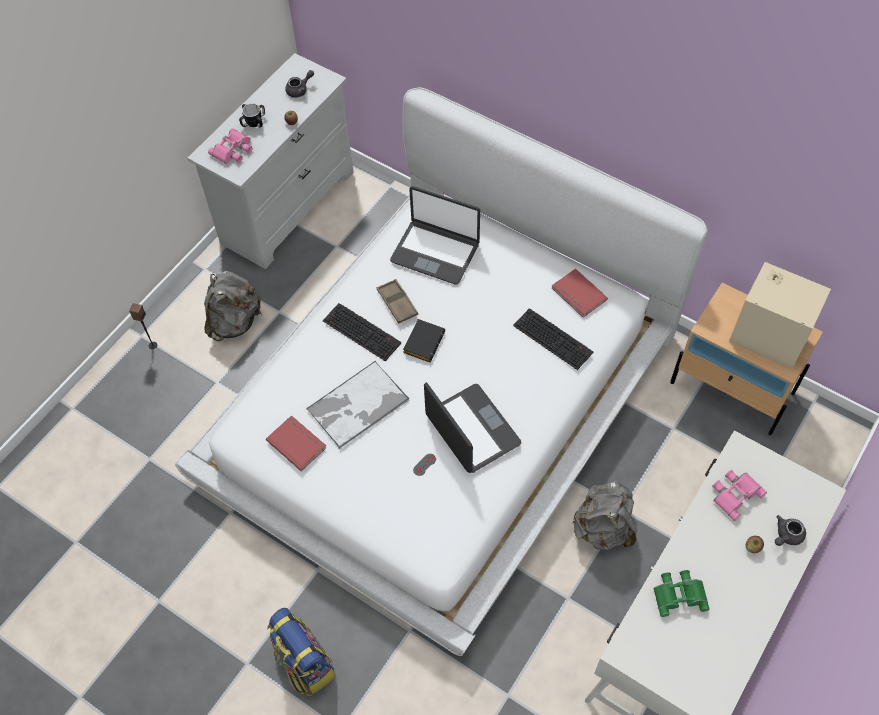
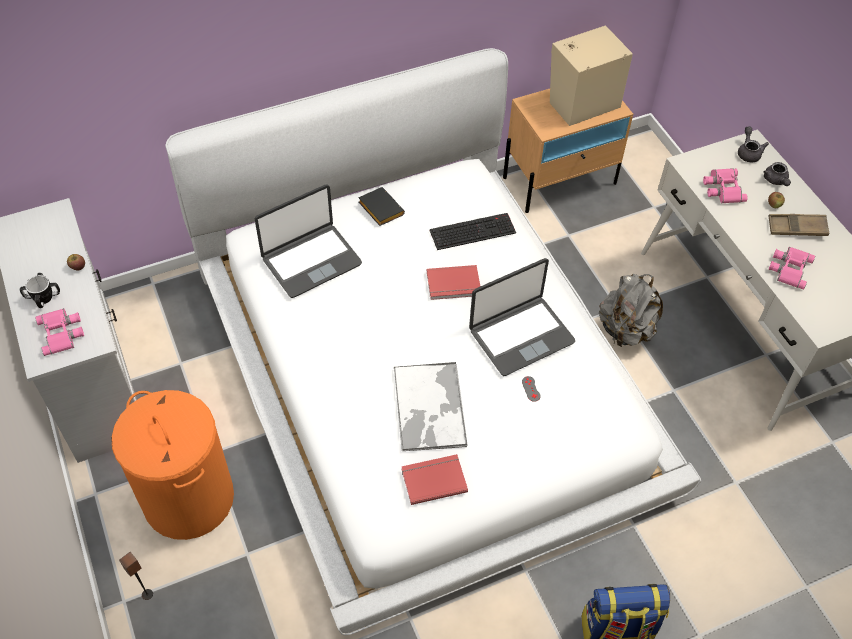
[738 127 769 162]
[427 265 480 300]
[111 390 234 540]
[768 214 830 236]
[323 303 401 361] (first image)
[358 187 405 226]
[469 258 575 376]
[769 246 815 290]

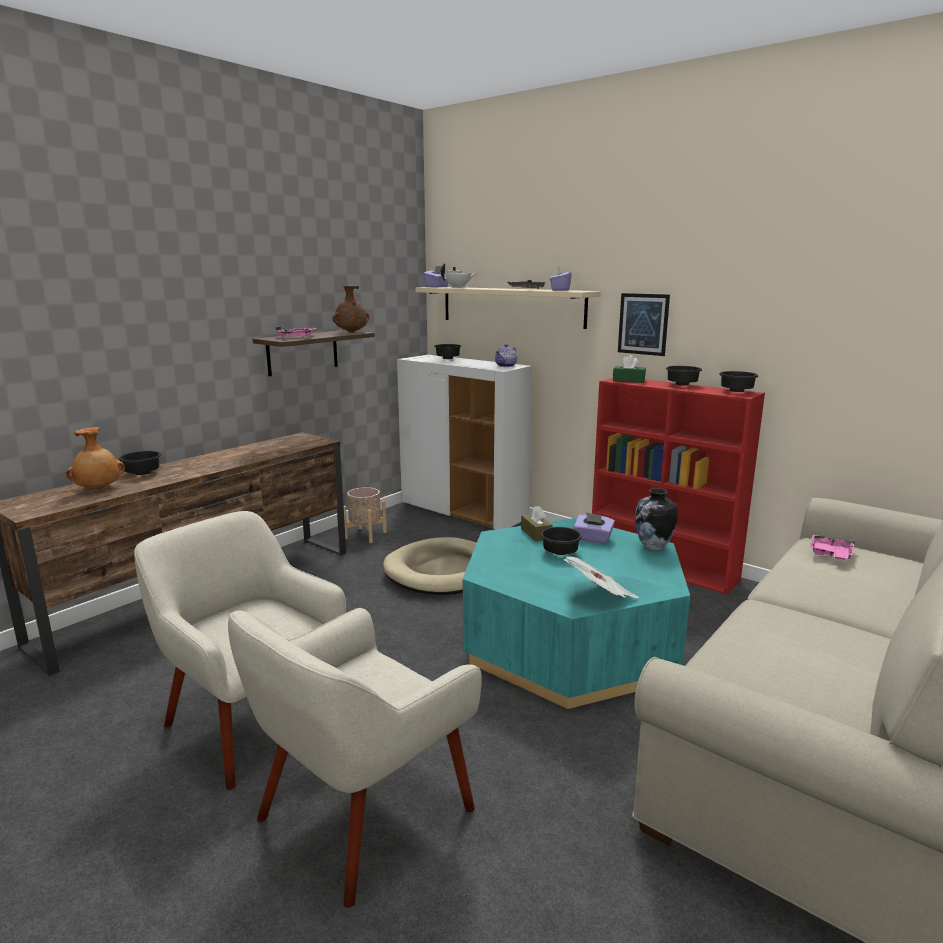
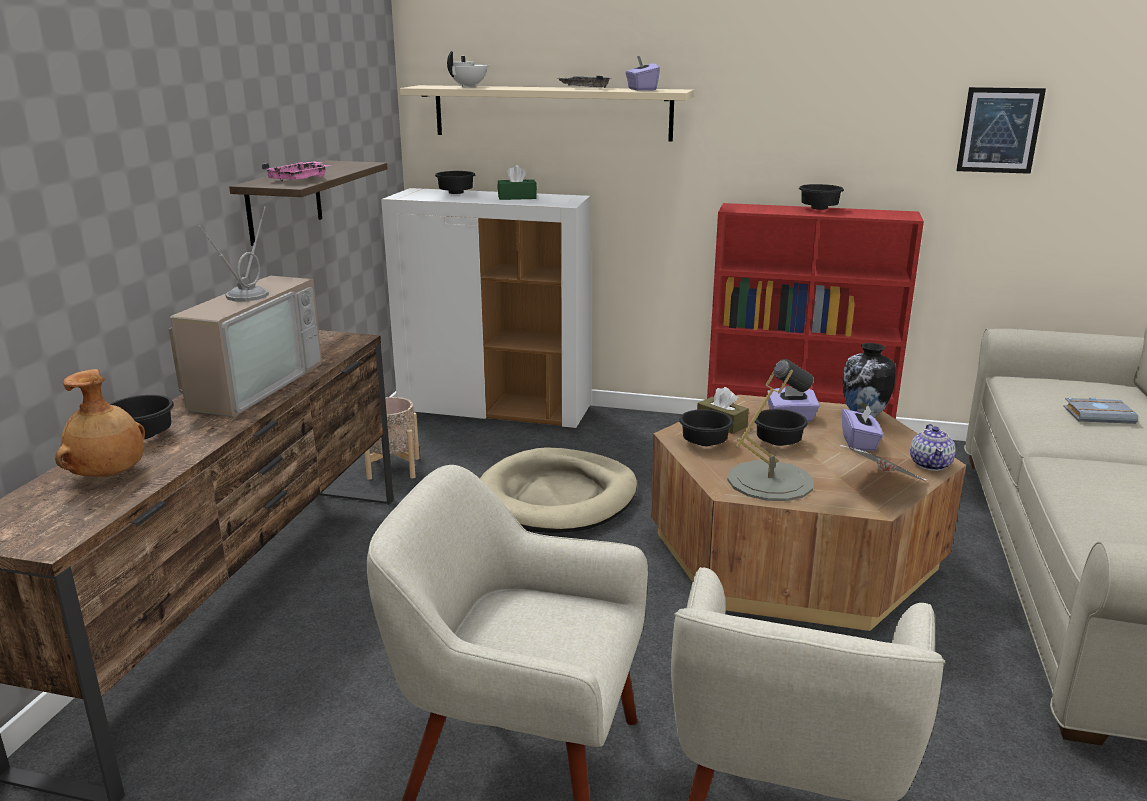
[842 405 883 451]
[333 285 369 333] (first image)
[956 87 1046 174]
[910 424 955 471]
[498 165 537 200]
[679 409 733 446]
[651 395 966 631]
[809 534 855 560] (first image)
[169 206 322 417]
[727 359 814 501]
[1063 398 1138 424]

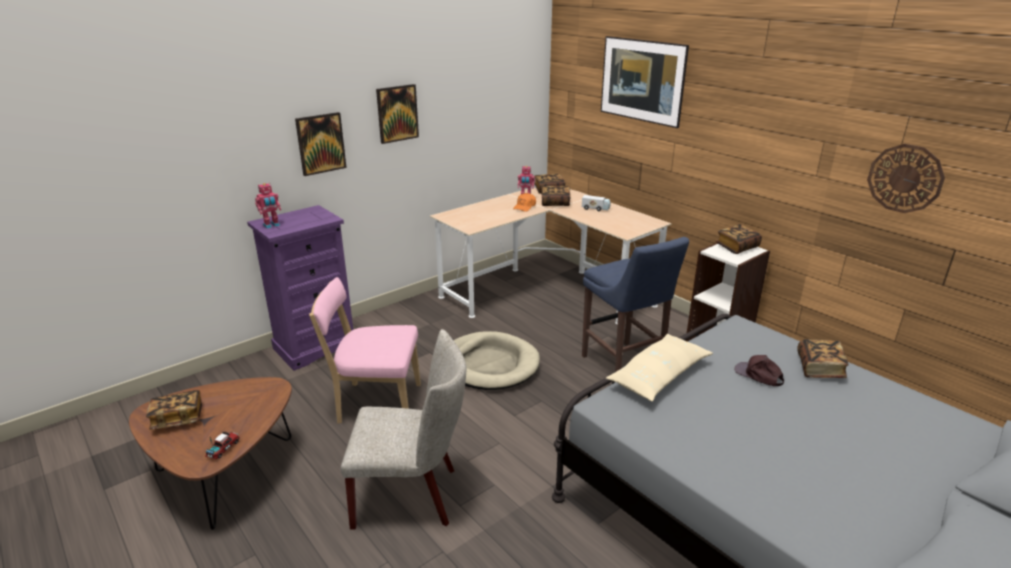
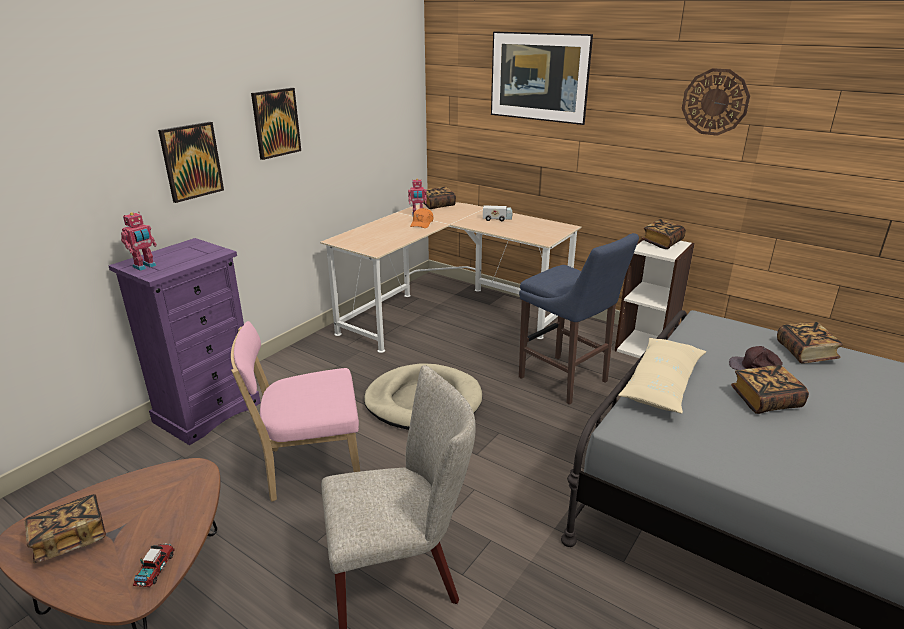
[682 68 750 136]
[731 365 809 414]

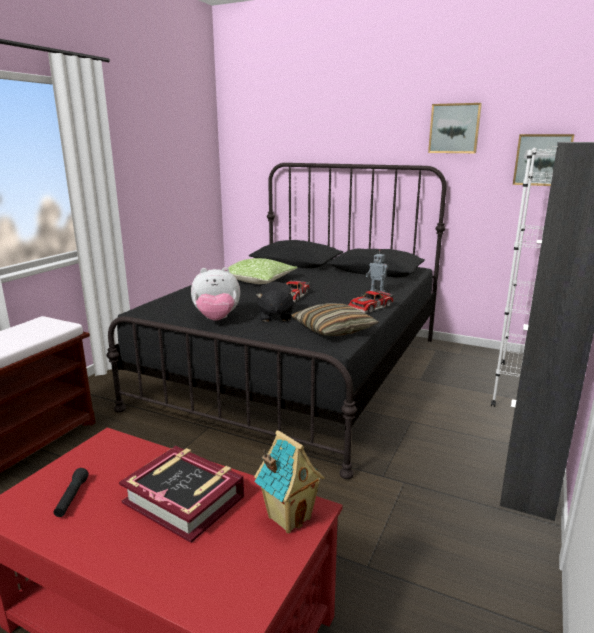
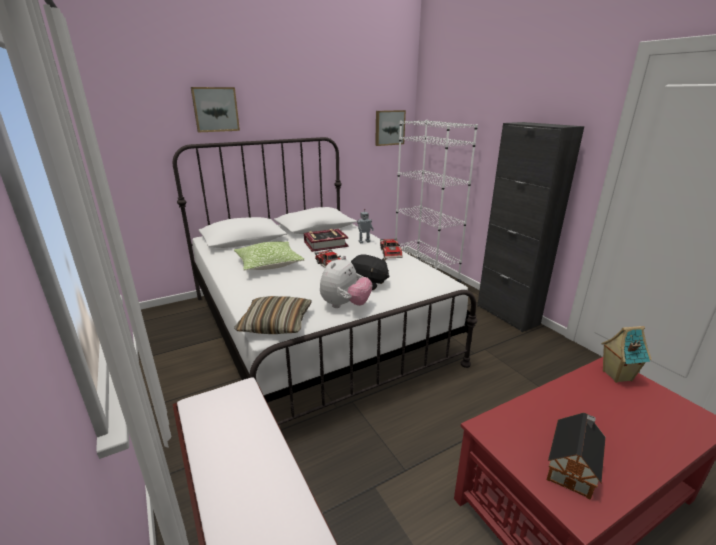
[191 87 240 133]
[173 137 477 425]
[234 296 312 334]
[304 229 348 252]
[547 412 606 500]

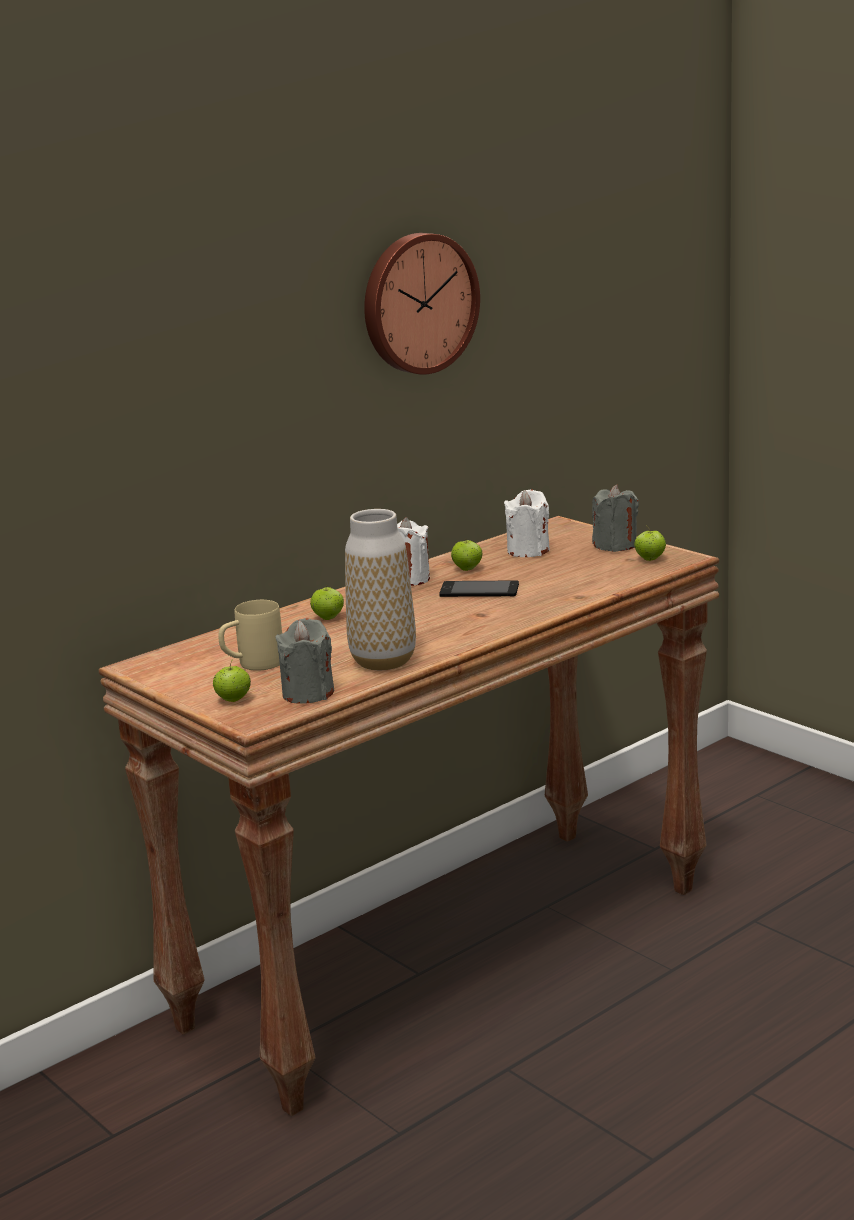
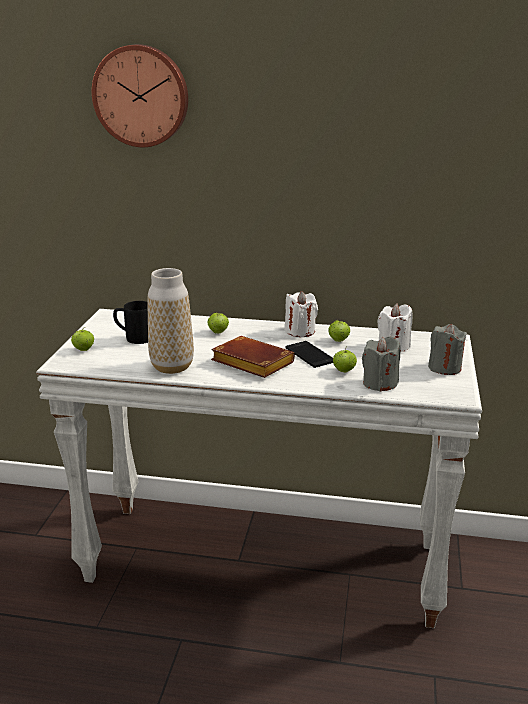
[92 44 188 147]
[36 309 482 628]
[333 348 357 372]
[113 301 148 344]
[362 337 401 392]
[211 336 295 378]

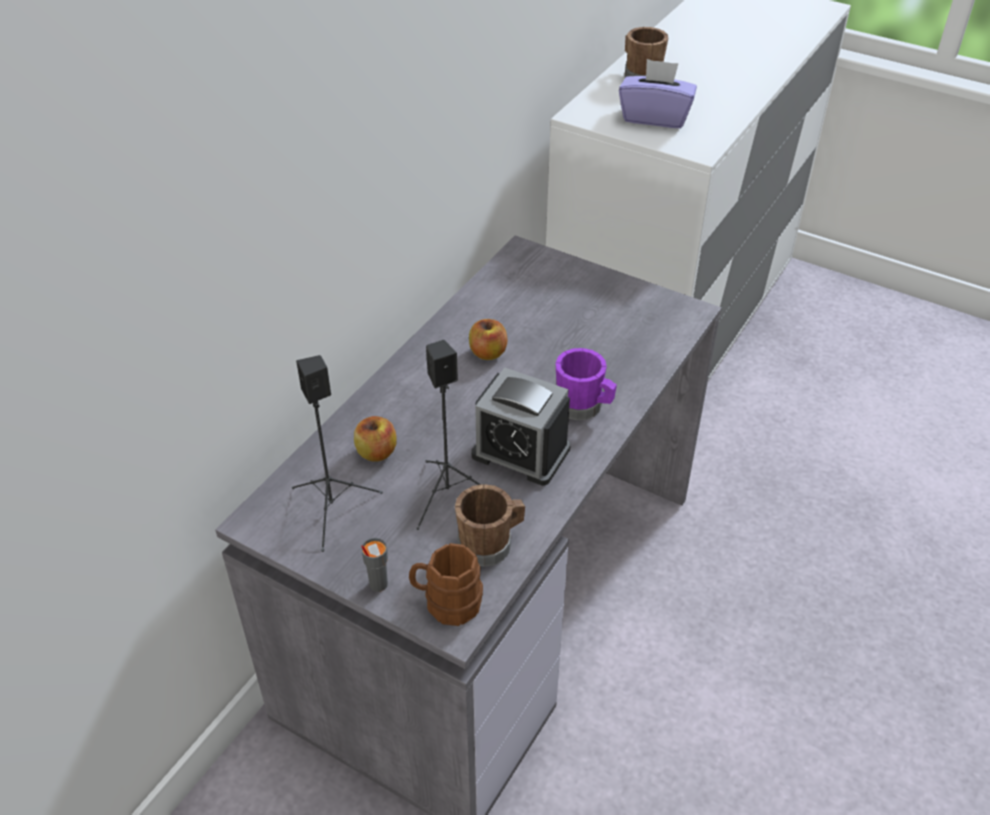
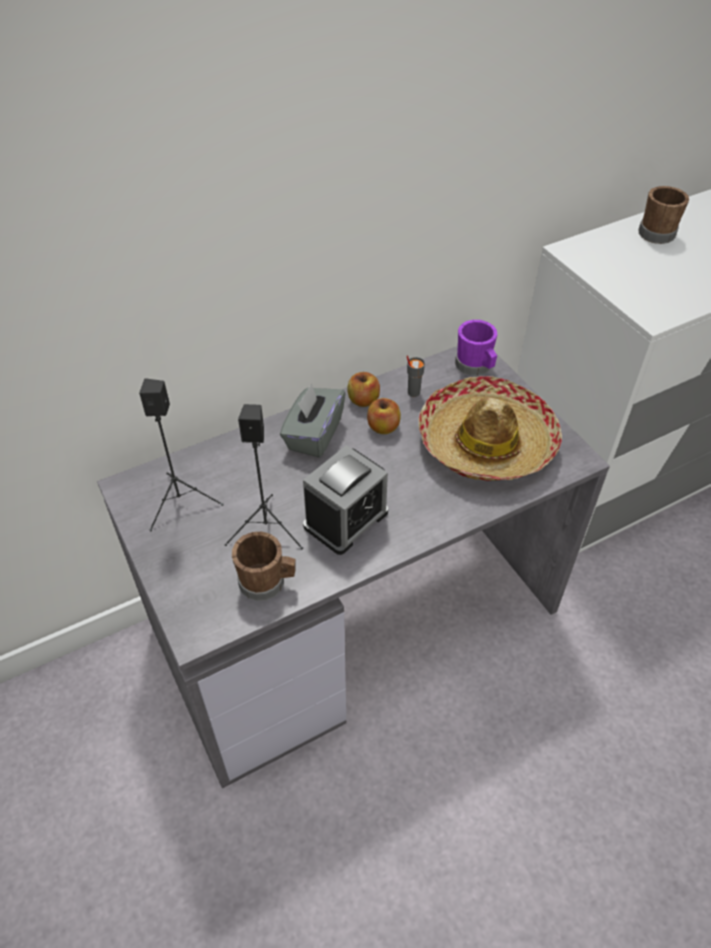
[619 59 697 128] (first image)
[455 320 497 376]
[303 445 388 555]
[347 372 380 407]
[407 355 425 397]
[409 543 483 626] (first image)
[418 376 562 481]
[280 383 346 458]

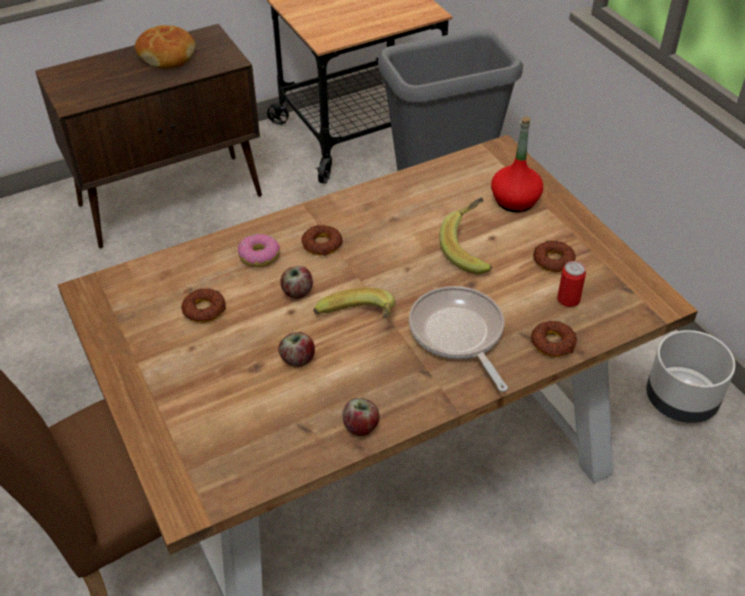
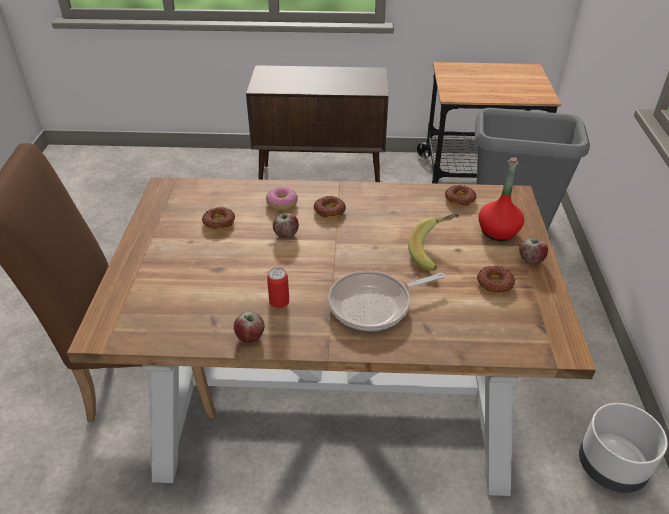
[135 25 196 69] (first image)
[267 267 289 308]
[328 271 445 331]
[314 287 395 319] (first image)
[445 185 477 206]
[519 238 548 264]

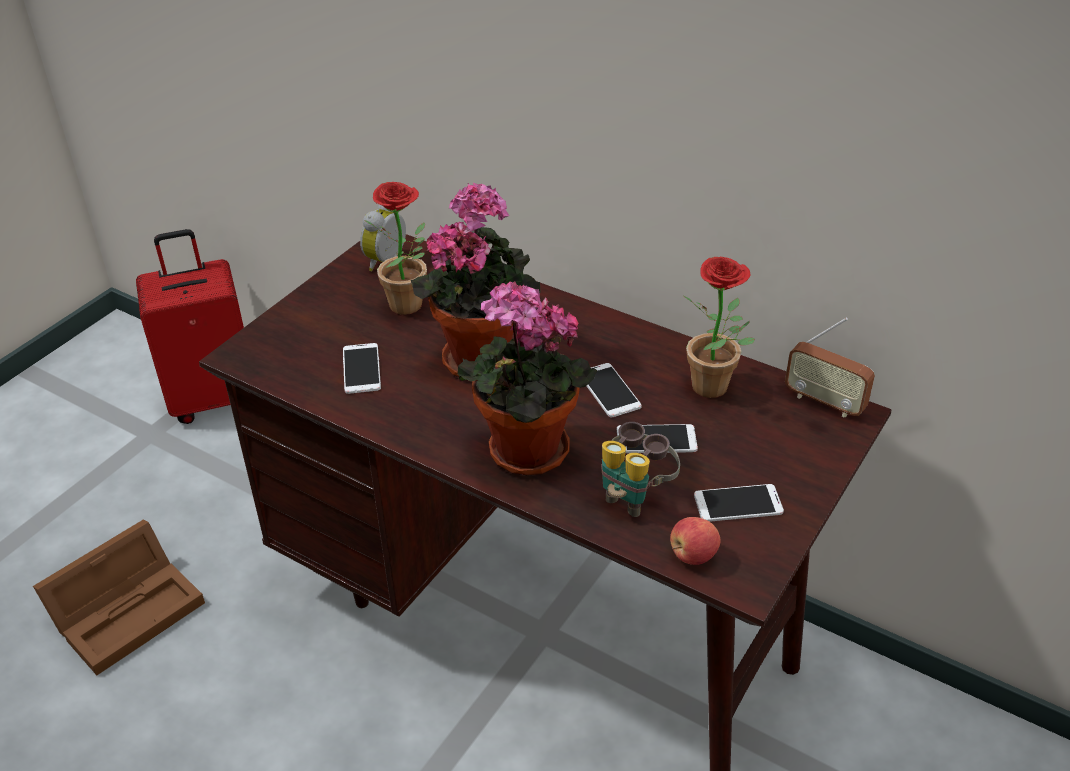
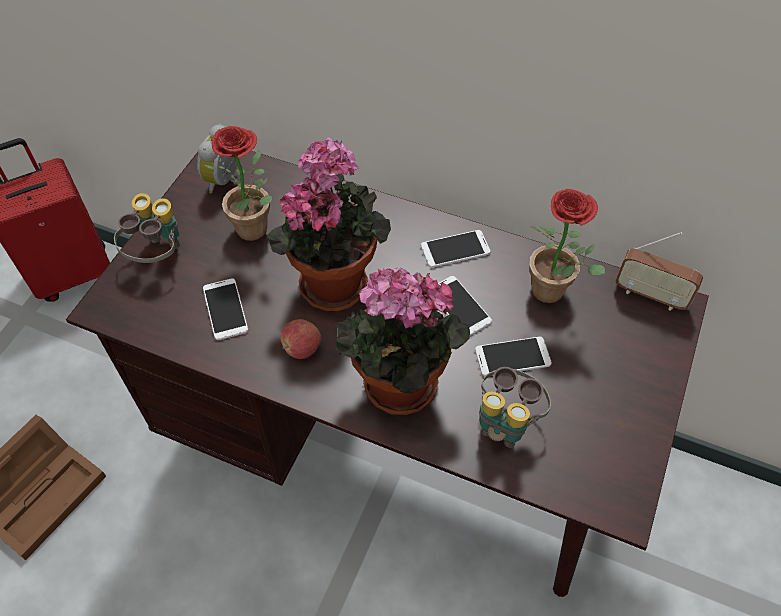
[421 230 491 268]
[280 319 321 359]
[114 193 180 263]

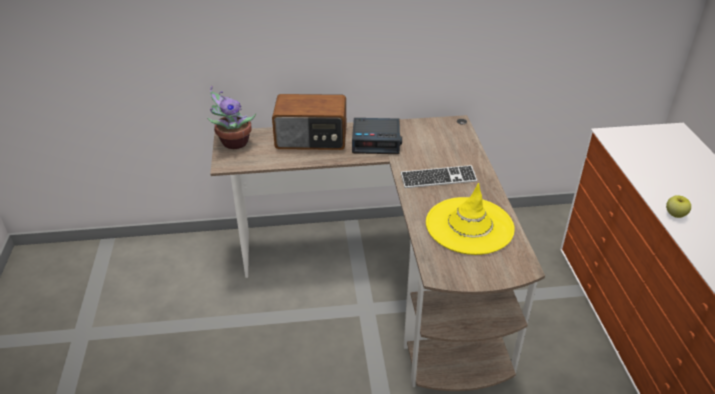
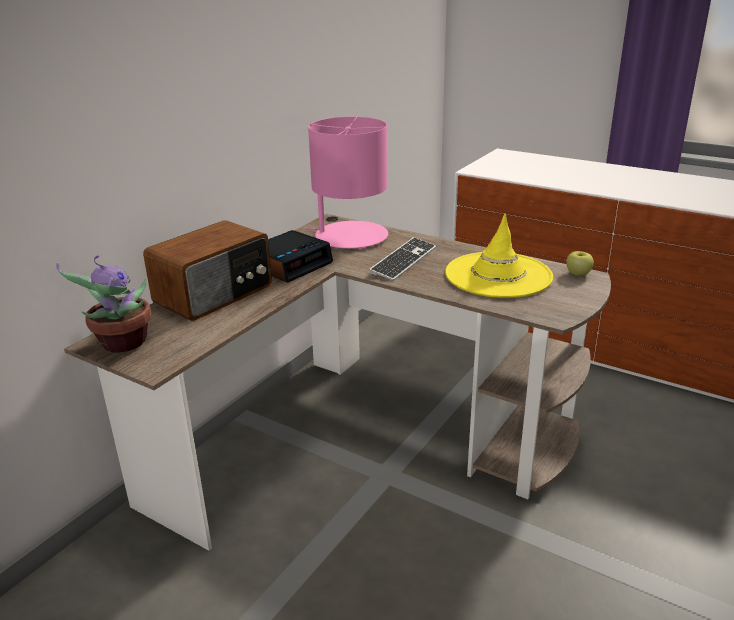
[566 251 594 276]
[306 117 388 250]

